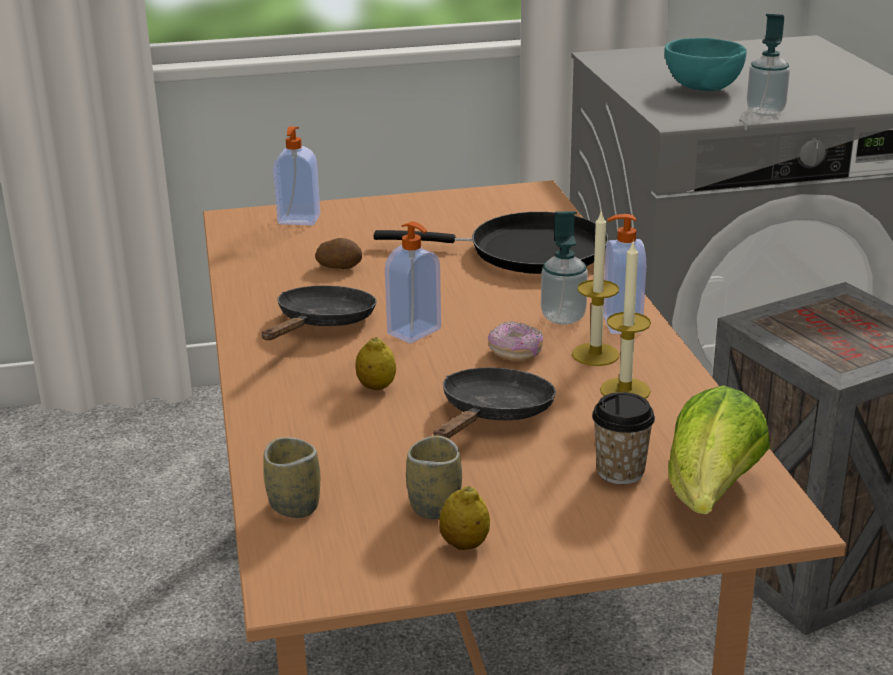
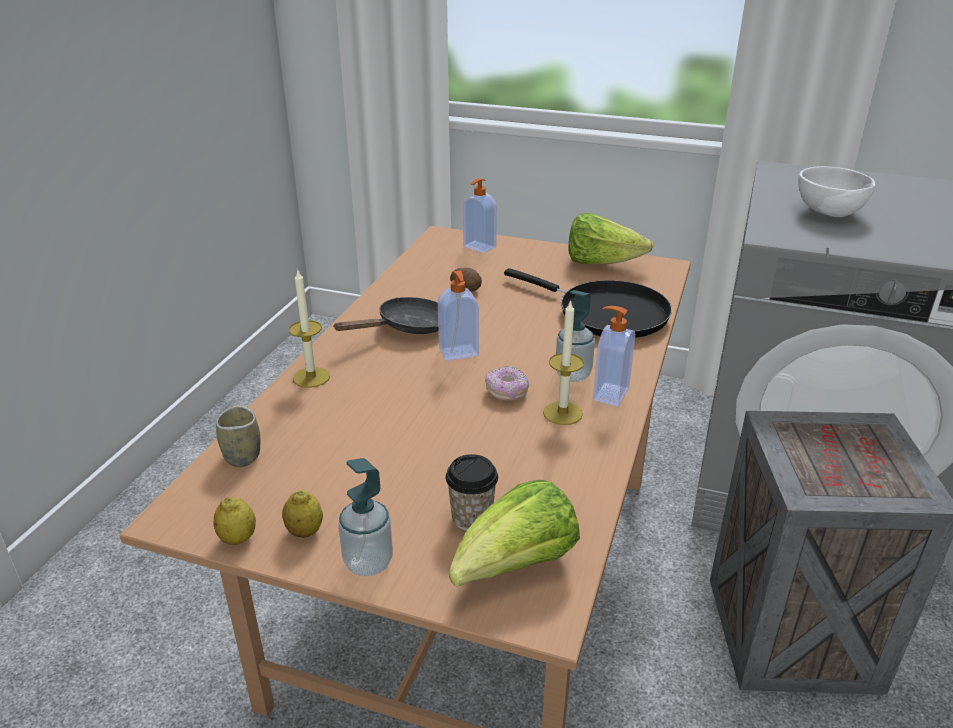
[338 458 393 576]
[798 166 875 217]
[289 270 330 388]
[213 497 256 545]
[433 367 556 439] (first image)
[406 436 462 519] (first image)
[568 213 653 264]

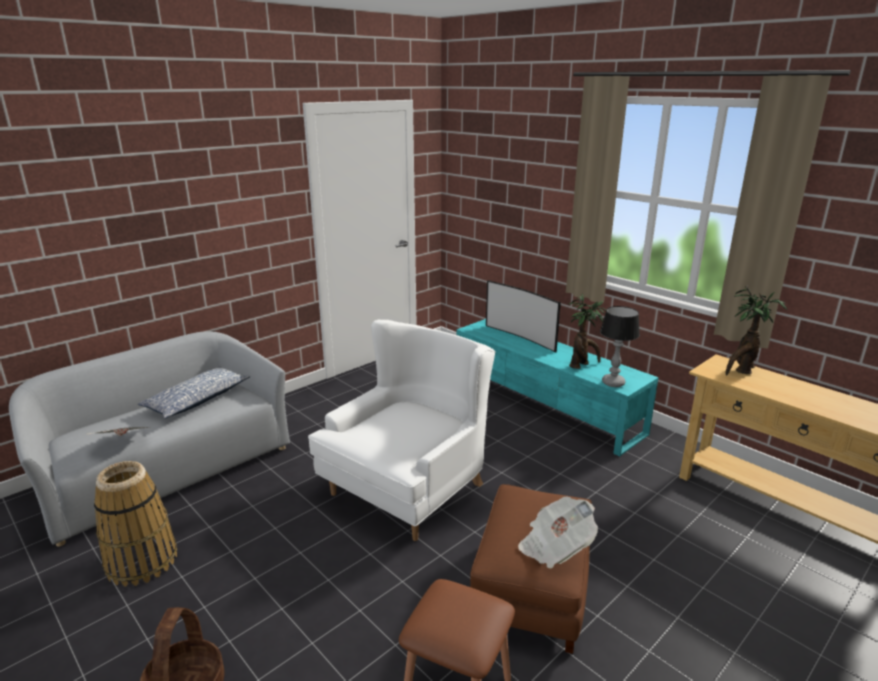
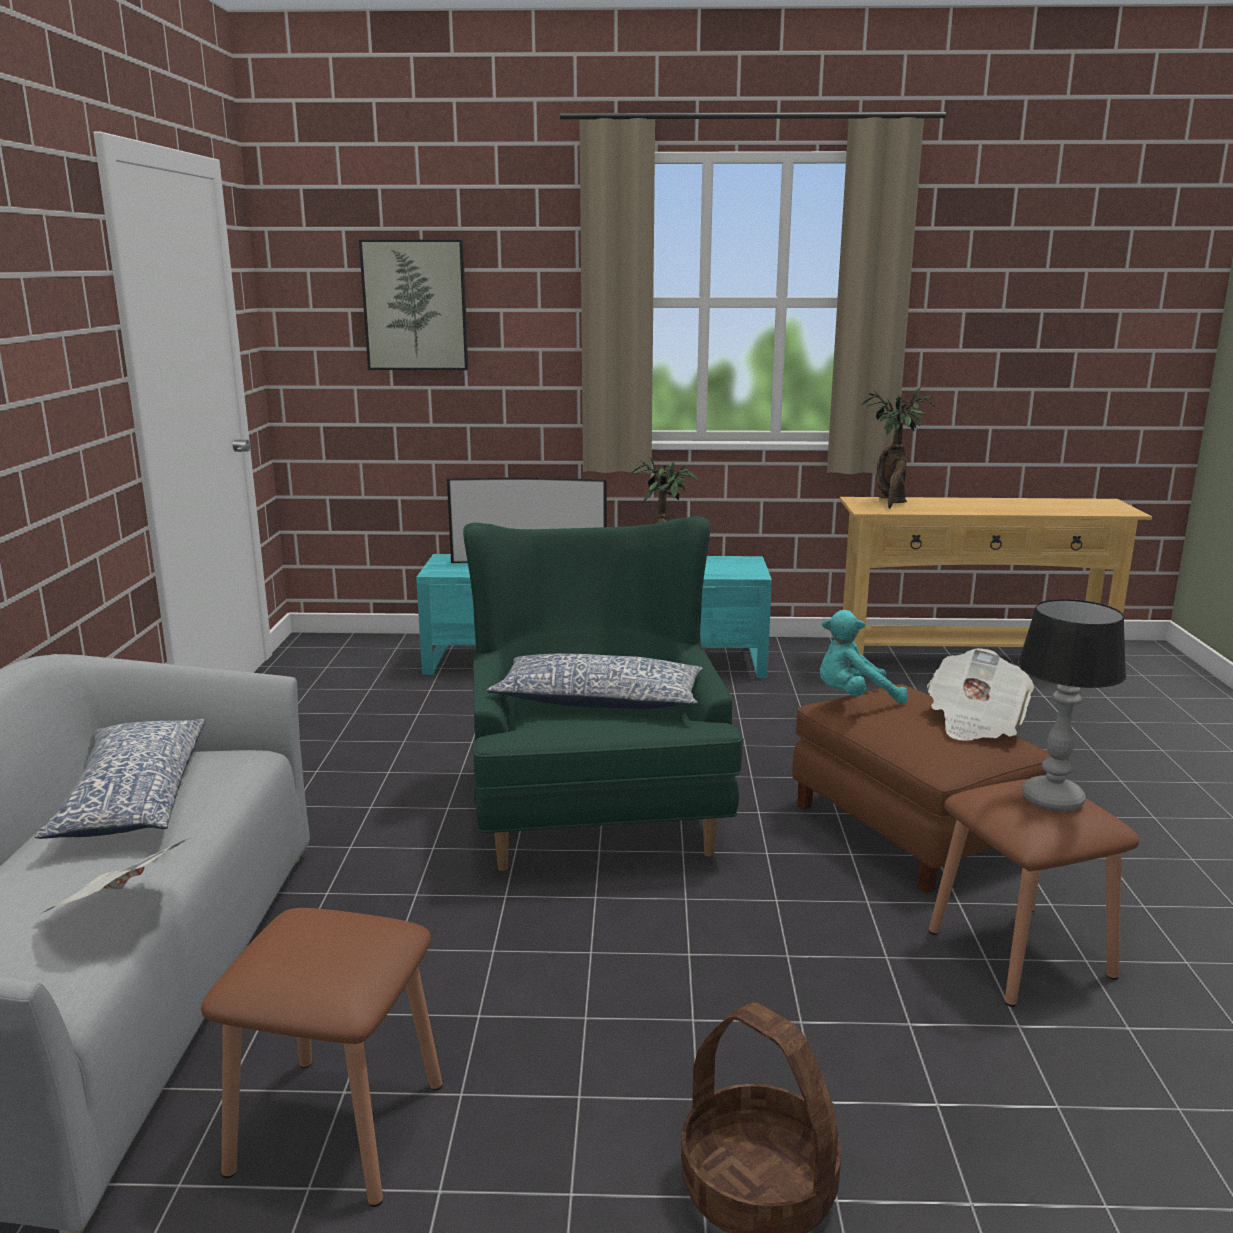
[1018 599 1126 812]
[463 516 743 871]
[201 908 442 1207]
[359 240 468 370]
[819 610 908 704]
[487 654 703 709]

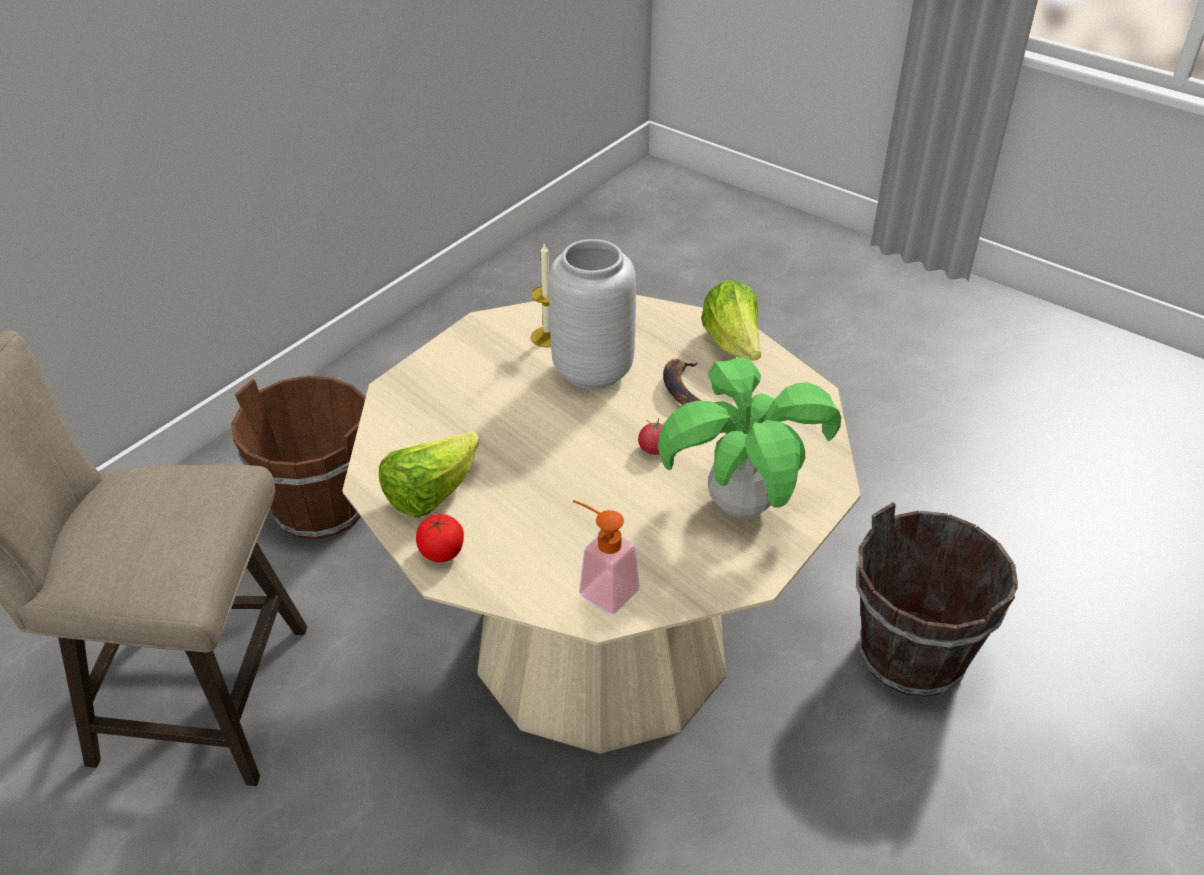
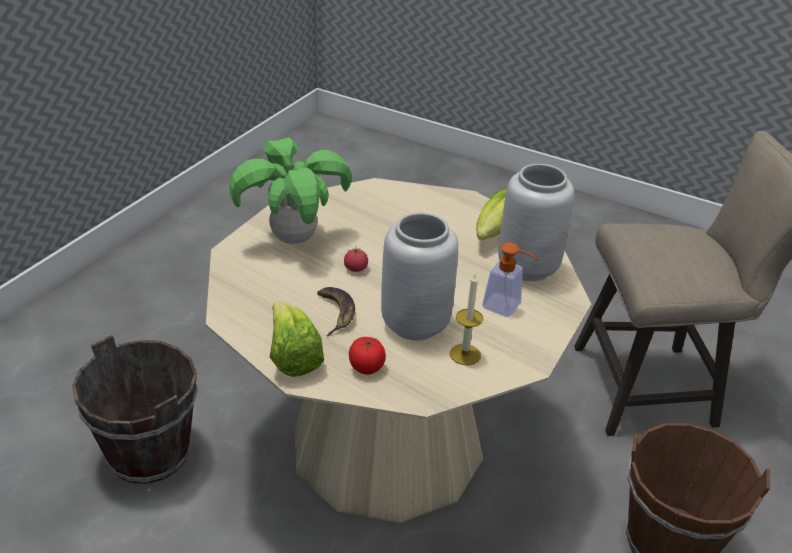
[482 242 539 317]
[349 337 386 375]
[498 164 575 281]

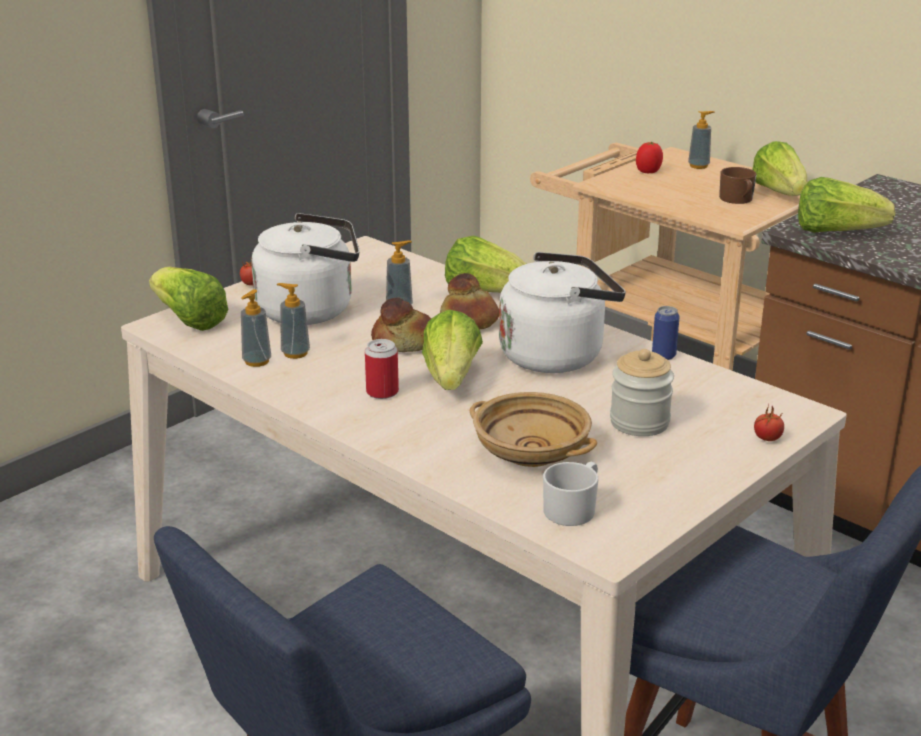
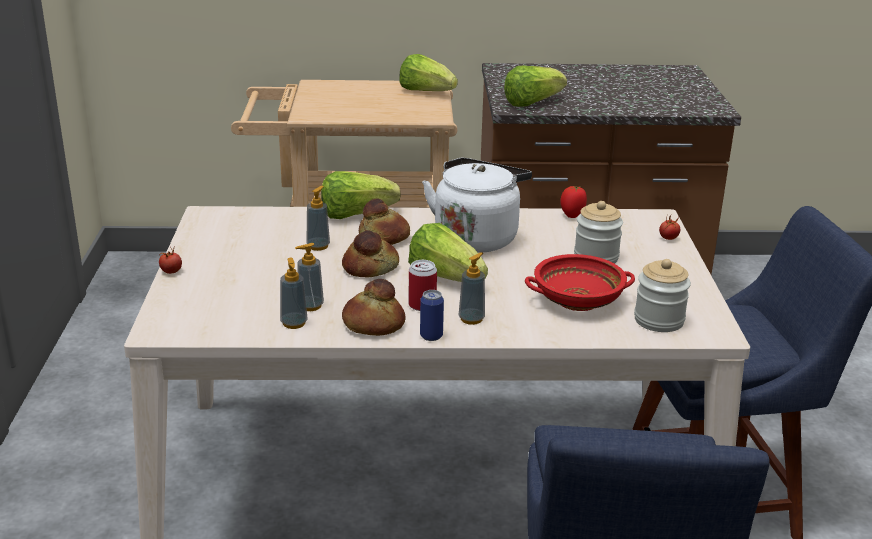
[459 252 485 325]
[560 186 587 218]
[719 167 757 204] (first image)
[252 213 360 325] (first image)
[149 267 229 331] (first image)
[420 290 444 341]
[525 254 635 311]
[634 259 691 332]
[342 279 406 336]

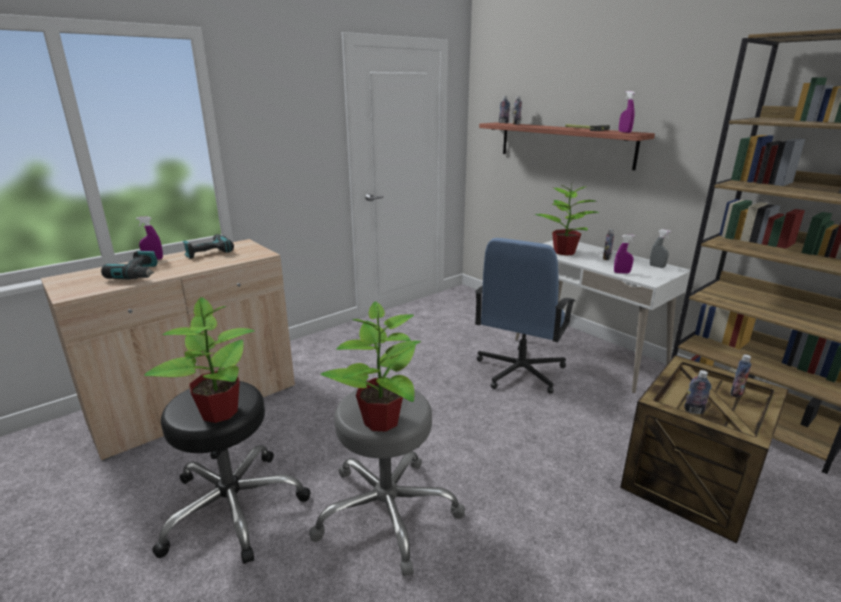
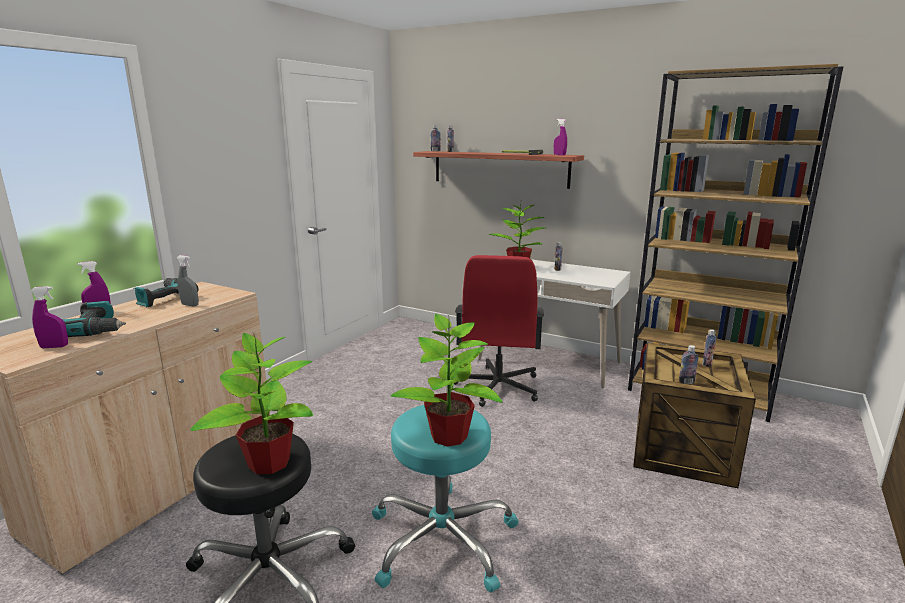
[177 255 199 306]
[30 286 68 348]
[454 255 544 407]
[372 405 519 593]

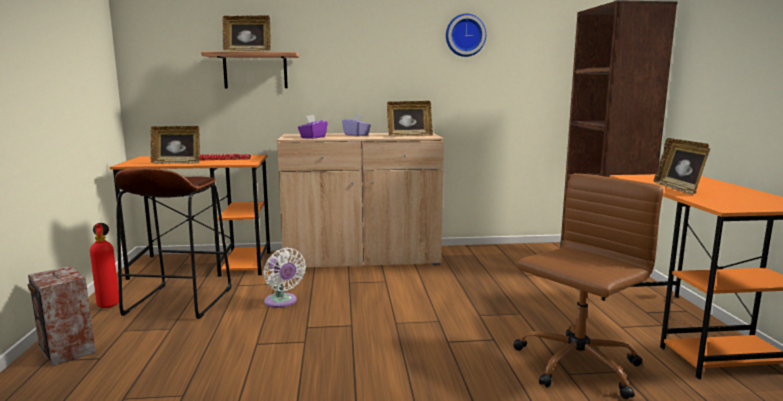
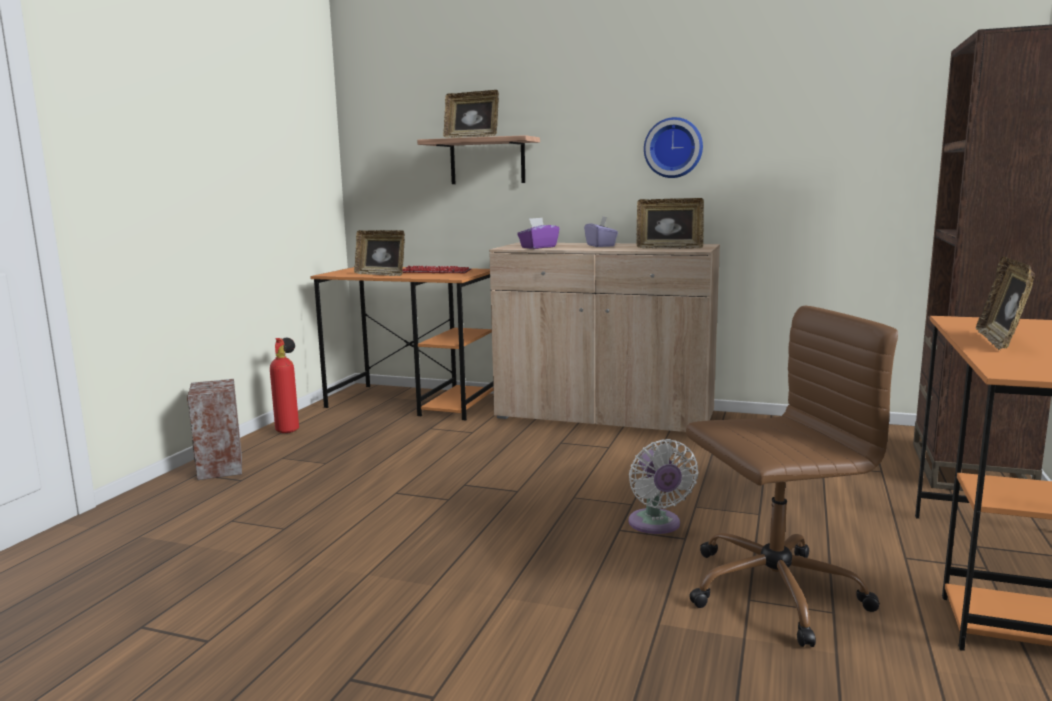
[644 117 703 178]
[115 169 231 319] (first image)
[629 439 699 534]

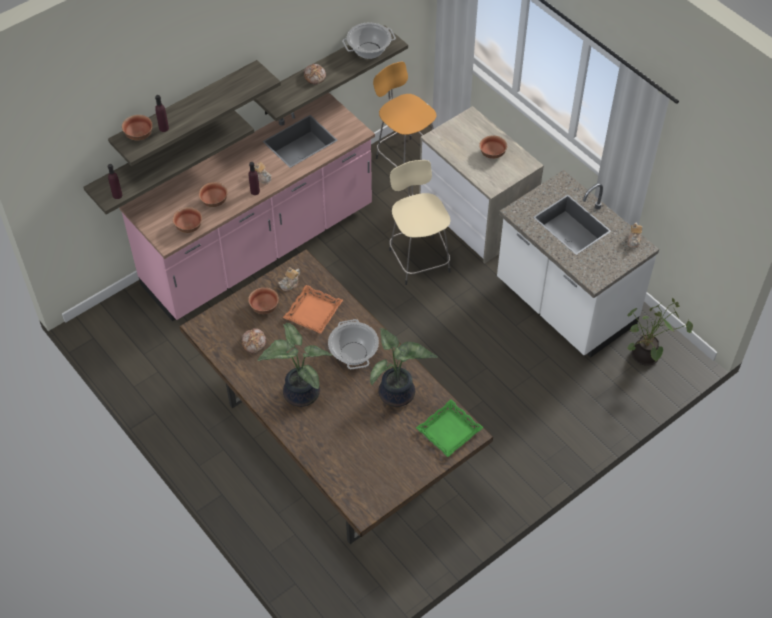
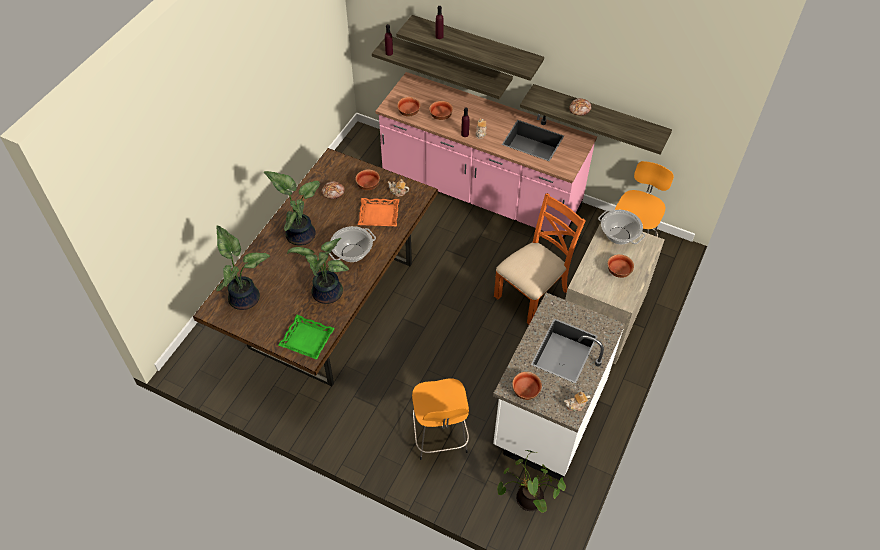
[598 210 645 245]
[512 372 542 400]
[494 193 586 324]
[216 226 270 310]
[412 379 469 460]

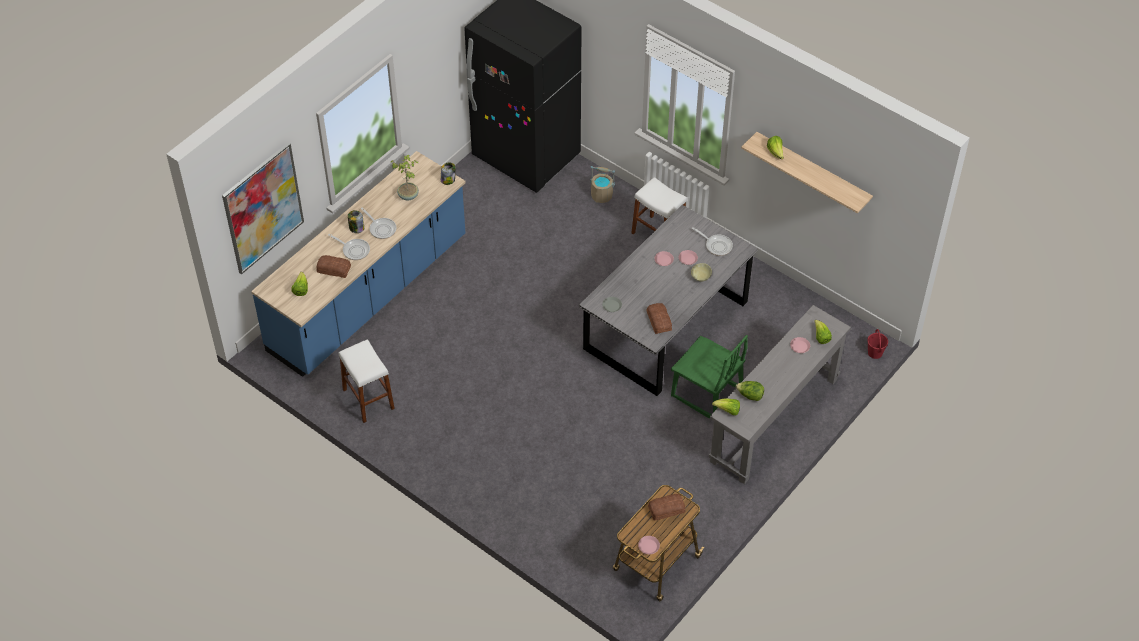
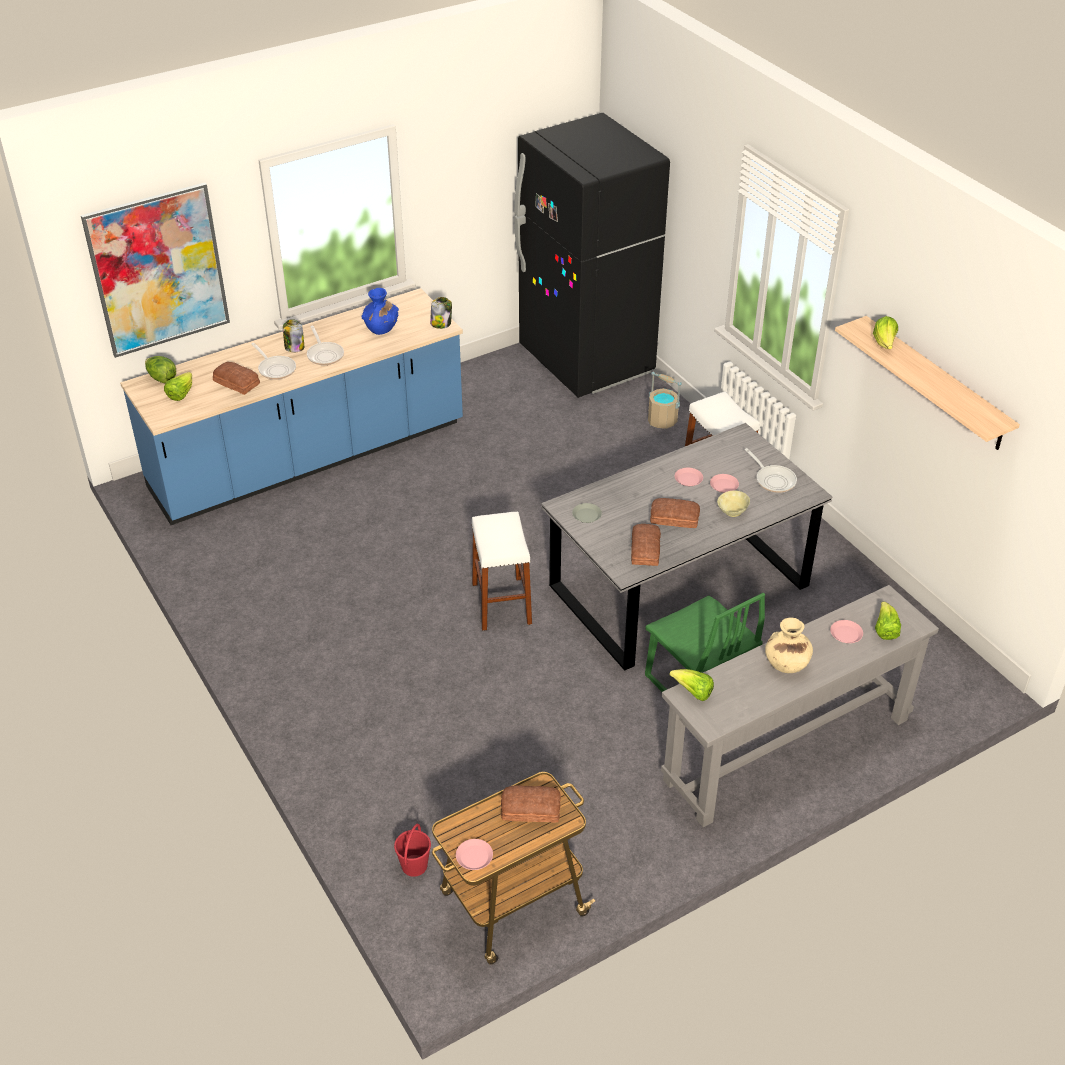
[362 288 399 335]
[394 824 431 877]
[472 512 532 631]
[145 356 176 384]
[650 498 700 528]
[765 618 813 673]

